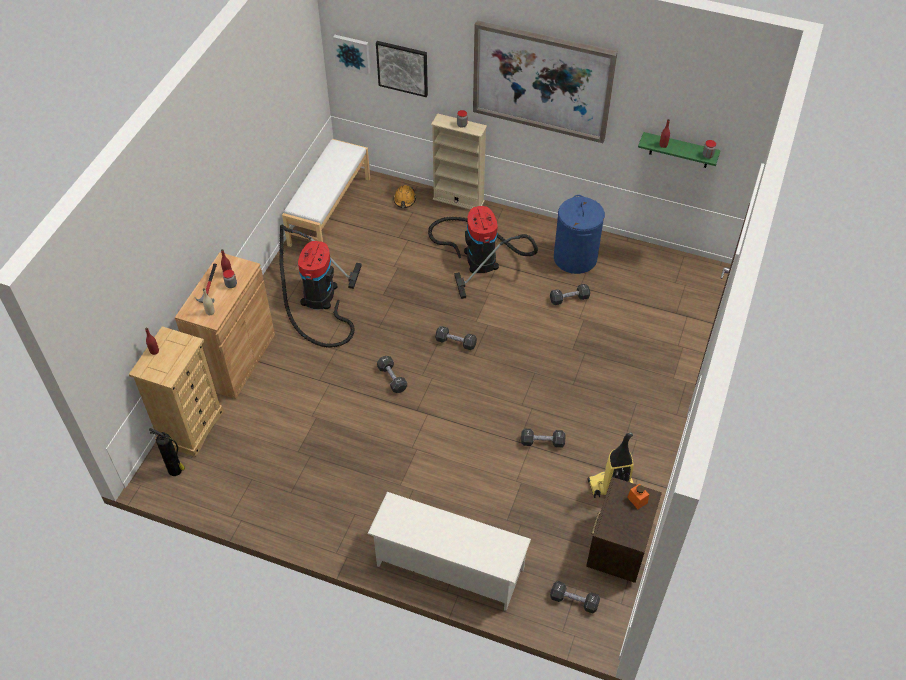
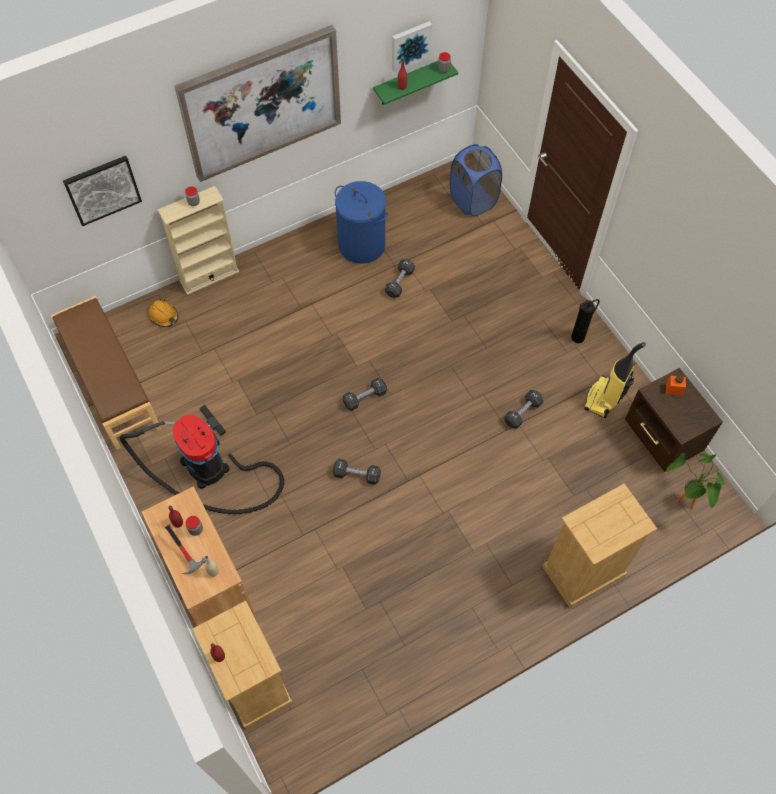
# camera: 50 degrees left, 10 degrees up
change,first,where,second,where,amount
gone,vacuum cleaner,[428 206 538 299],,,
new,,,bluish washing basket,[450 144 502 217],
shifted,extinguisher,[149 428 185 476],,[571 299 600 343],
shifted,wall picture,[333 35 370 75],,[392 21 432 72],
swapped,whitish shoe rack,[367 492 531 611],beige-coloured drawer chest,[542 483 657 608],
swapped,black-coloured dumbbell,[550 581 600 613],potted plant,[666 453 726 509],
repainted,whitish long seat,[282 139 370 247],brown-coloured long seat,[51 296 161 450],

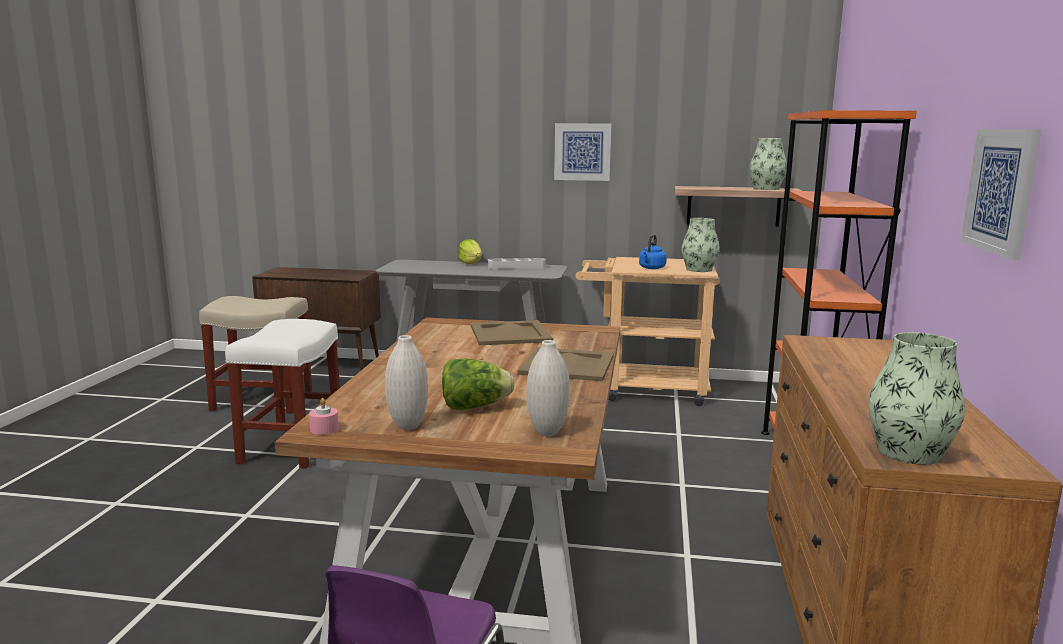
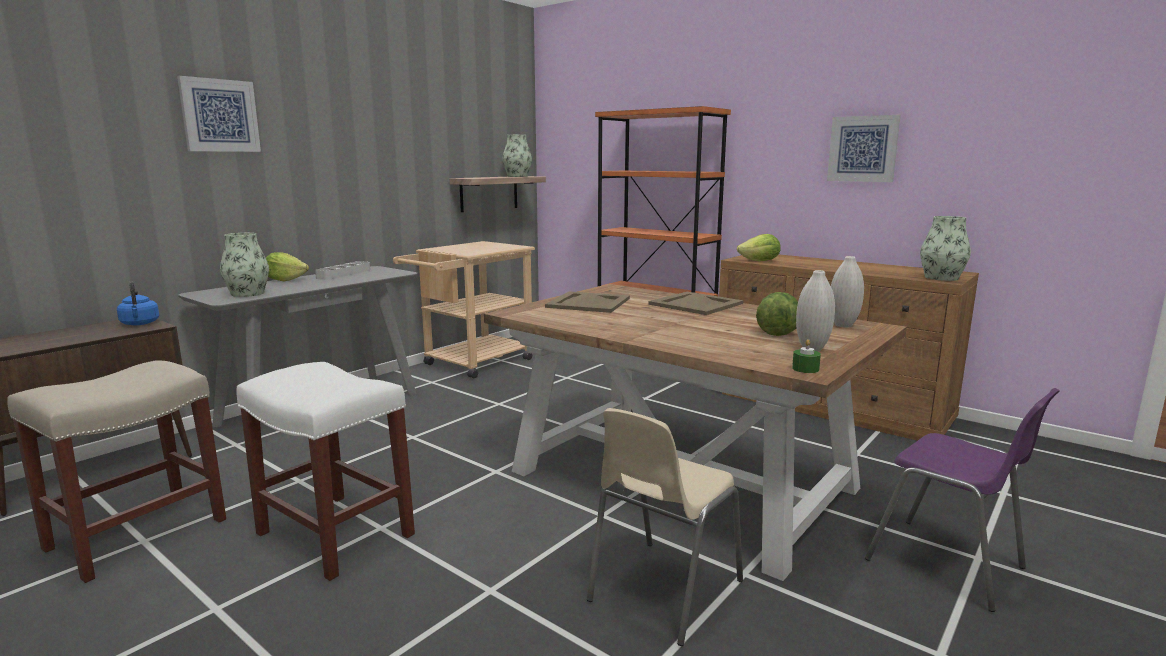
# camera: 60 degrees left, 0 degrees up
change,first,where,second,where,amount
new,,,beige-coloured plain chair,[587 408 743 646],
new,,,lettuce,[737 234 781 261],
shifted,wall picture,[554 123 611 181],,[177 76 261 152],
shifted,bluish kettle,[639 234 667 269],,[117 281 159 325],
shifted,vase,[682 218 720 272],,[220 233 269 297],
repainted,pink-coloured wax light,[309 398 339 435],green-coloured wax light,[792 339 821 373],

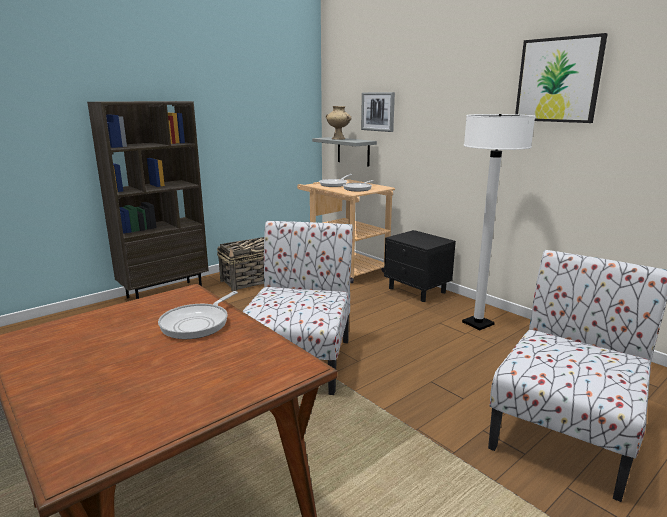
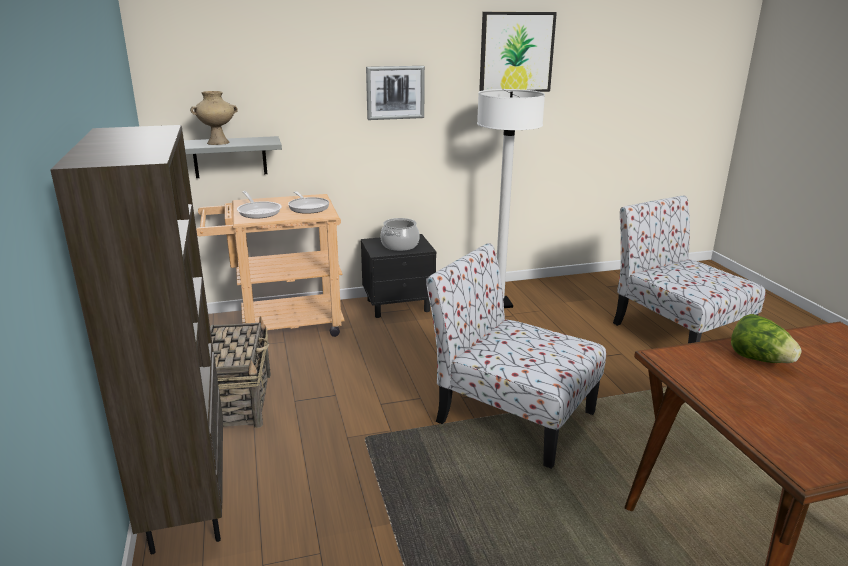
# camera: 65 degrees left, 5 degrees up
change,first,where,second,where,amount
new,,,stockpot,[381 218 419 251],
shifted,wall picture,[361 92 395 132],,[366 66 425 120],
swapped,pan,[158 291 238 339],lettuce,[731 314 802 363],

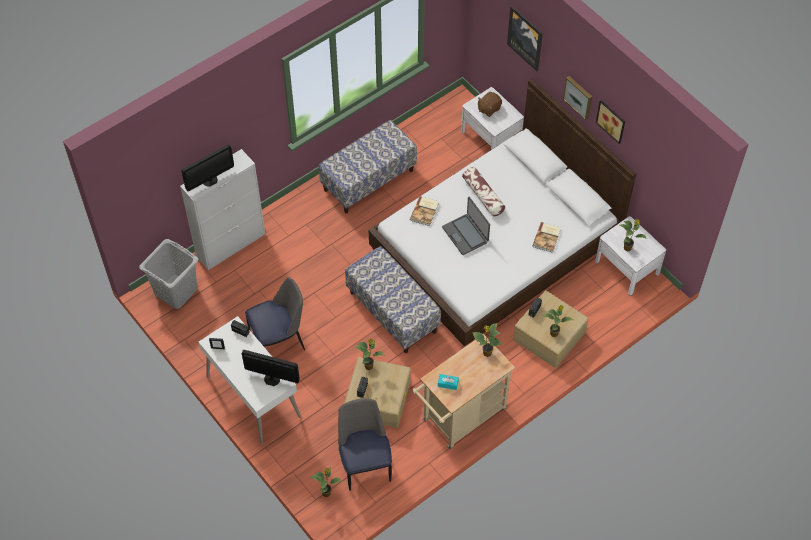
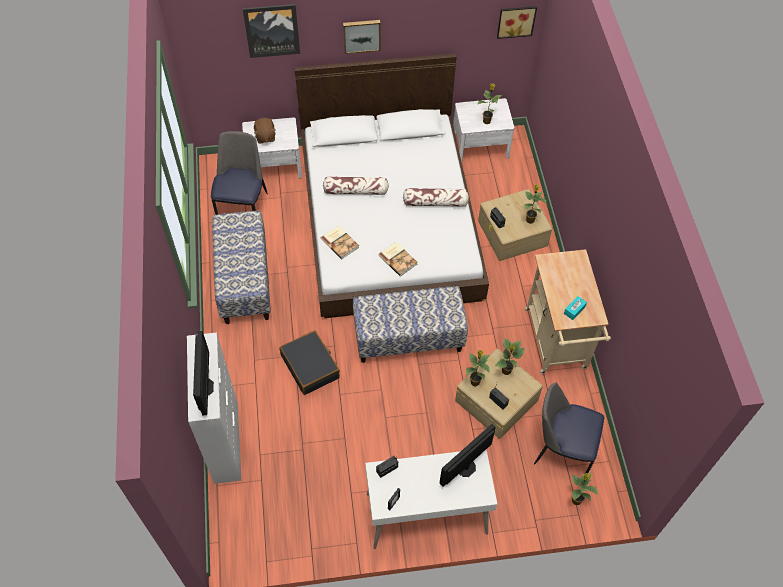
# camera: 60 degrees left, 0 degrees up
change,first,where,second,where,amount
gone,gray washing basket,[139 239 198 309],,,
gone,portable computer,[442 197 490 255],,,
new,,,black-coloured travel case,[279 330 340 395],
new,,,cushion,[403 188 469 207],
shifted,plain chair,[245 277 305 350],,[211 131 268 215],
shifted,potted plant,[472 323 502 357],,[495 338 525 375],
shifted,bound book,[532 222 561 253],,[378 242 418 276],
shifted,wall picture,[596 100 625 144],,[497 6 537 39],

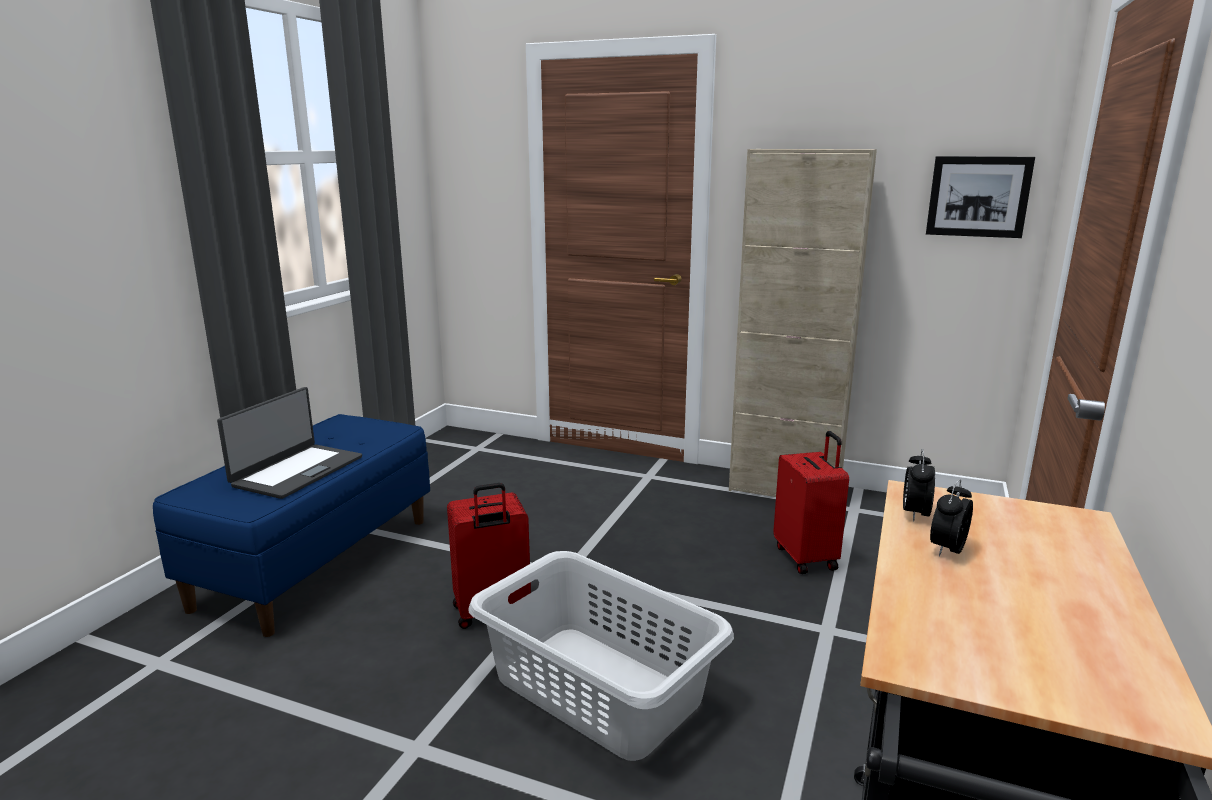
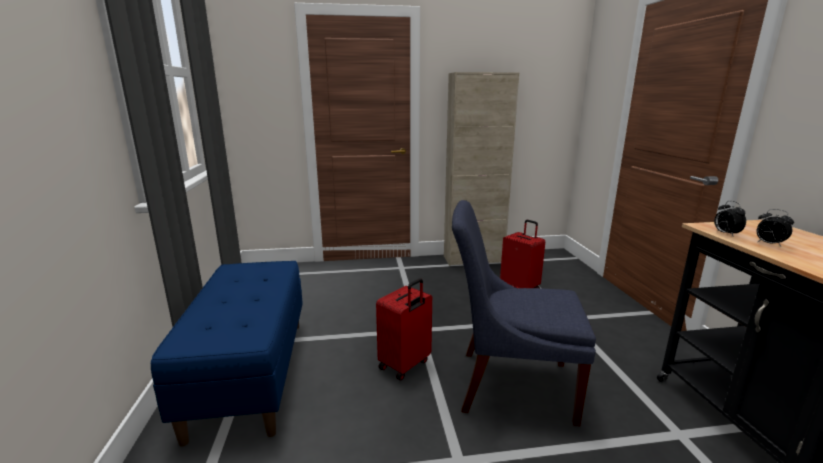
# camera: 30 degrees left, 0 degrees up
change,first,where,second,where,amount
gone,portable computer,[217 387 362 499],,,
gone,wall picture,[926 156 1035 238],,,
swapped,gray washing basket,[468 551 734 761],bluish plain chair,[452 200 596 426],
rotated,table clock,[930 479 973 557],,[757 209 794 247],45 degrees counterclockwise

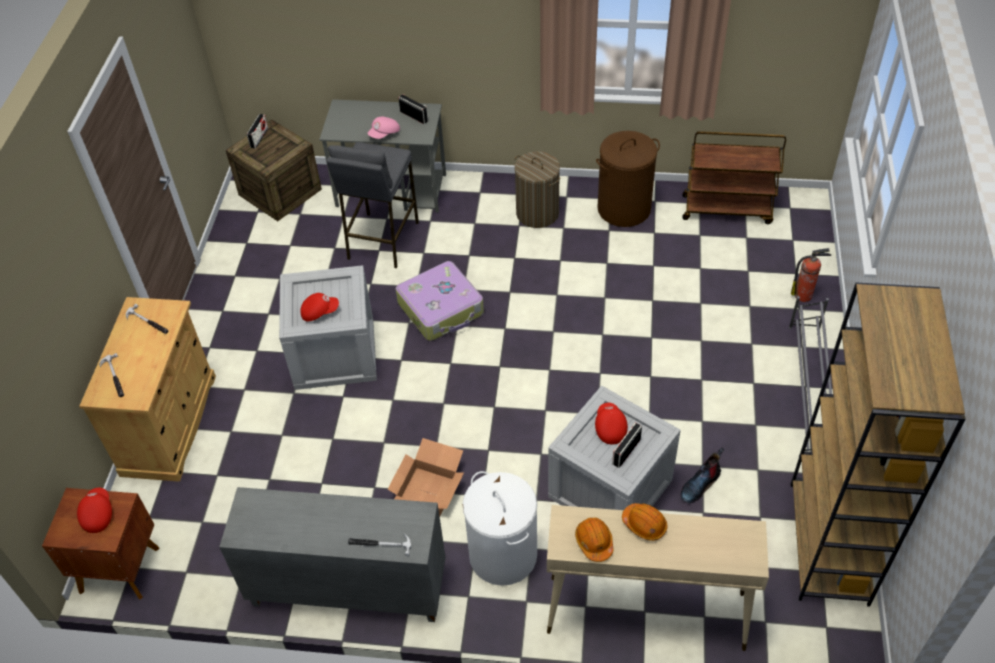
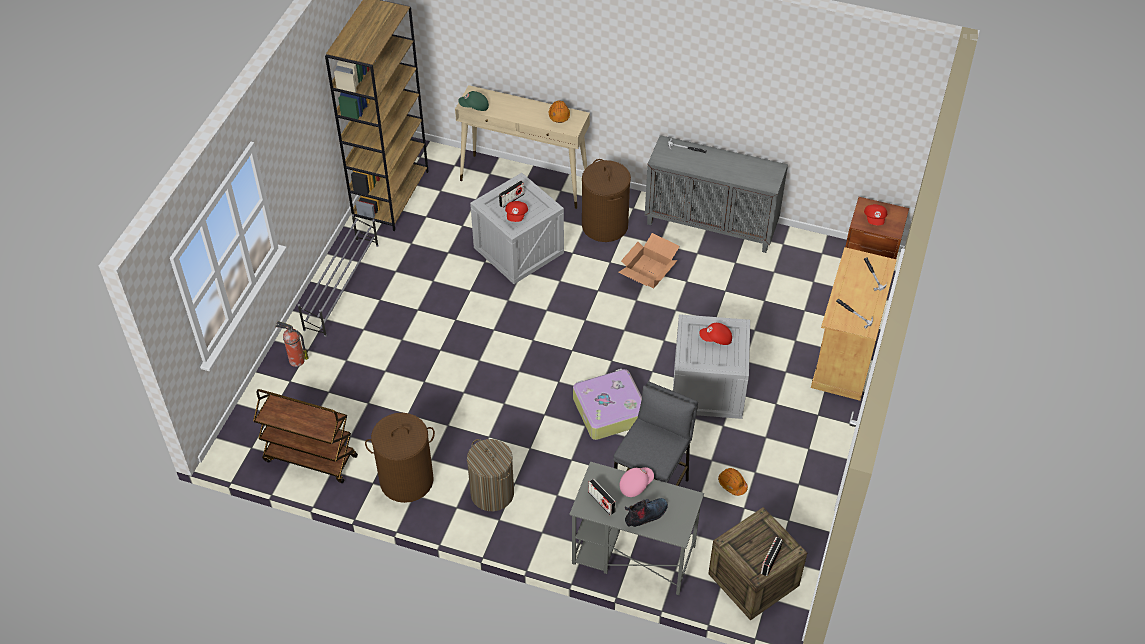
# camera: 170 degrees left, 0 degrees up
change,first,where,second,where,amount
new,,,green-coloured cap,[458 91 489 111],
shifted,orange-coloured work helmet,[622 503 667 541],,[718 468 748 496],
shifted,high-top boot,[681 447 724 503],,[625 498 668 527],
repainted,whitish washing basket,[462 471 537 586],brown-coloured washing basket,[582 159 631 242],

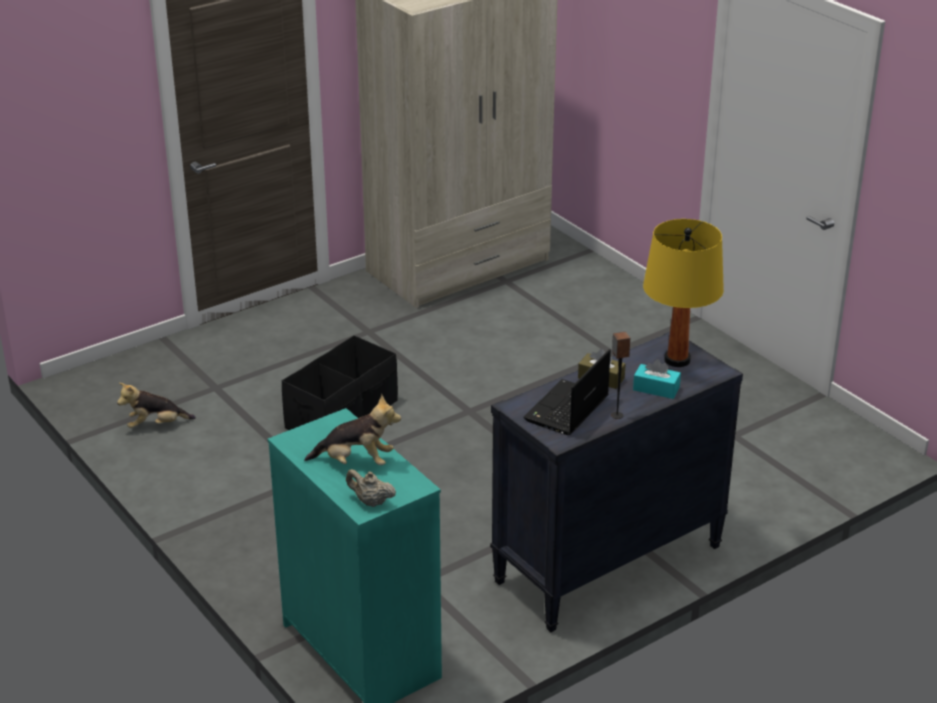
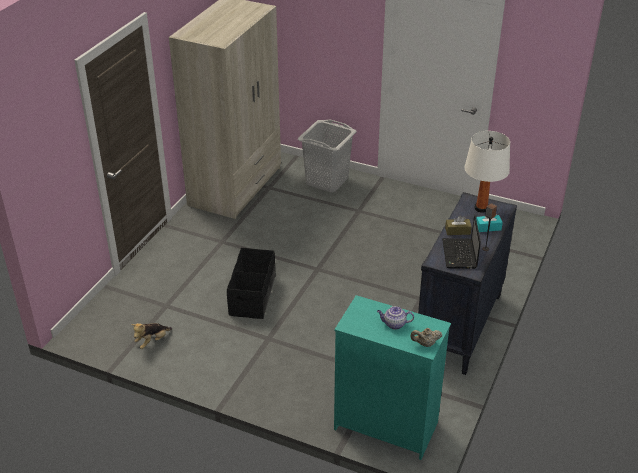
# camera: 30 degrees left, 5 degrees up
change,first,where,second,where,amount
new,,,gray washing basket,[298 120 356 193],
swapped,cuddly toy,[304 394 401 465],teapot,[377 306 414 330],
repainted,yellowish tabletop lamp,[643 219 724 367],whitish tabletop lamp,[464 131 510 213],

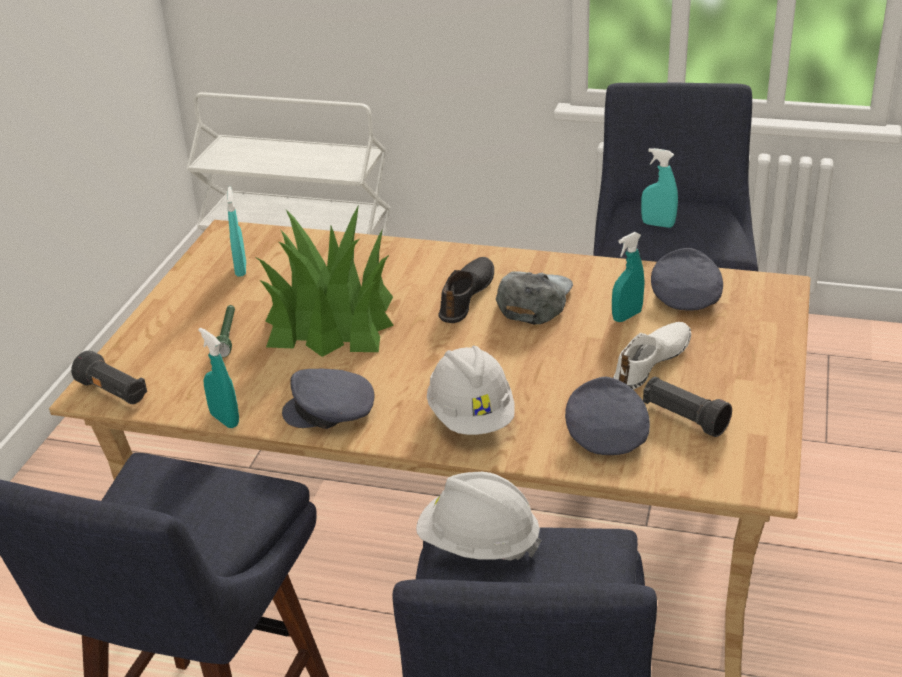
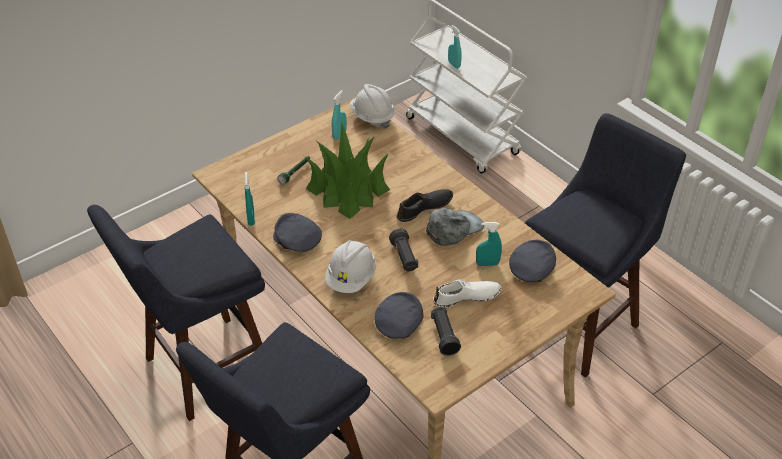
# camera: 35 degrees right, 10 degrees up
change,first,where,second,where,amount
shifted,black-coloured torch,[71 350 147 404],,[389 228 418 271],
shifted,whitish work helmet,[416 472 541 560],,[349 84 394 129],
shifted,turquoise-coloured hand sprayer,[641 148 678 228],,[448 25 462 69],

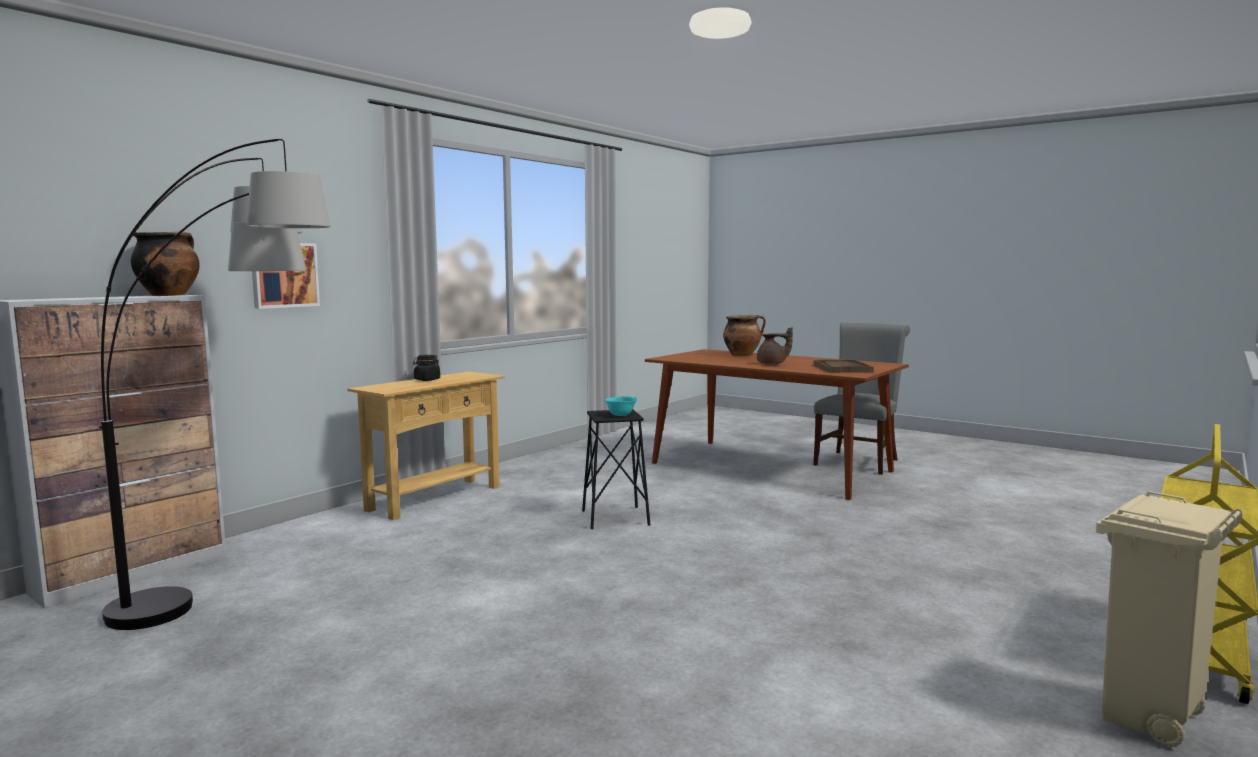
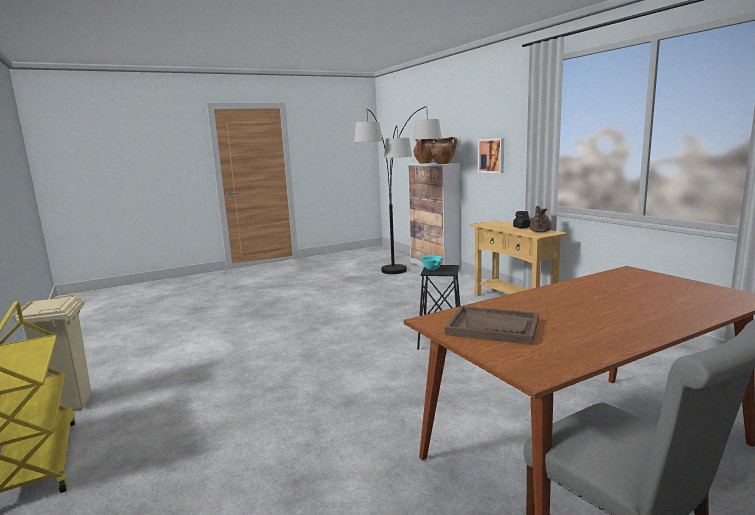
# camera: 115 degrees right, 5 degrees up
change,first,where,second,where,amount
shifted,stockpot,[723 315 766 356],,[414 139 434 163],
shifted,brown-coloured teapot,[757 327 793 364],,[530 206 552 232],

